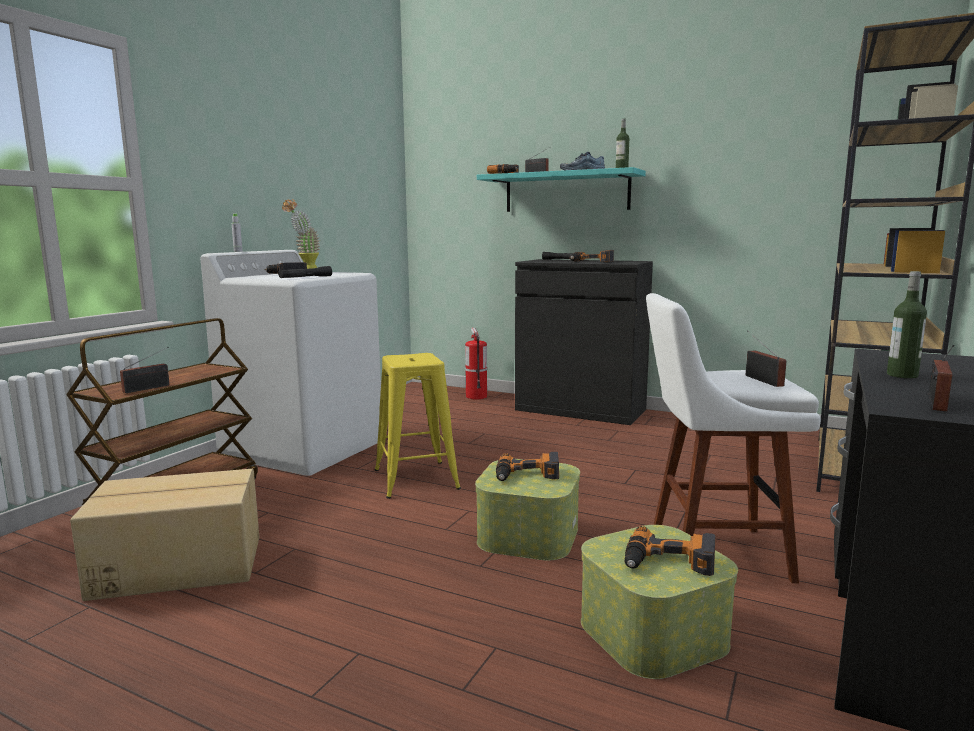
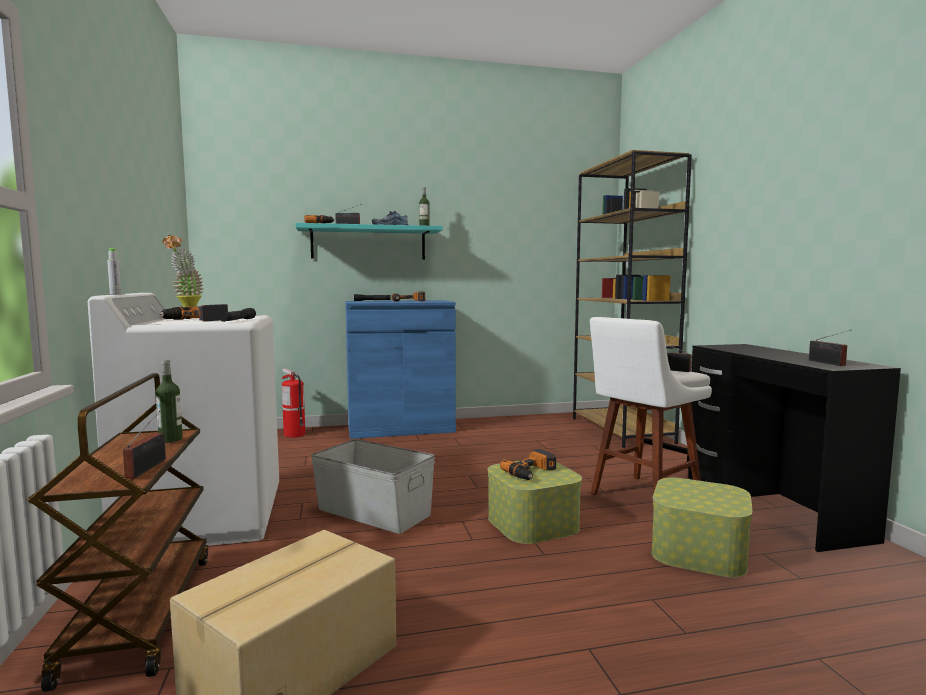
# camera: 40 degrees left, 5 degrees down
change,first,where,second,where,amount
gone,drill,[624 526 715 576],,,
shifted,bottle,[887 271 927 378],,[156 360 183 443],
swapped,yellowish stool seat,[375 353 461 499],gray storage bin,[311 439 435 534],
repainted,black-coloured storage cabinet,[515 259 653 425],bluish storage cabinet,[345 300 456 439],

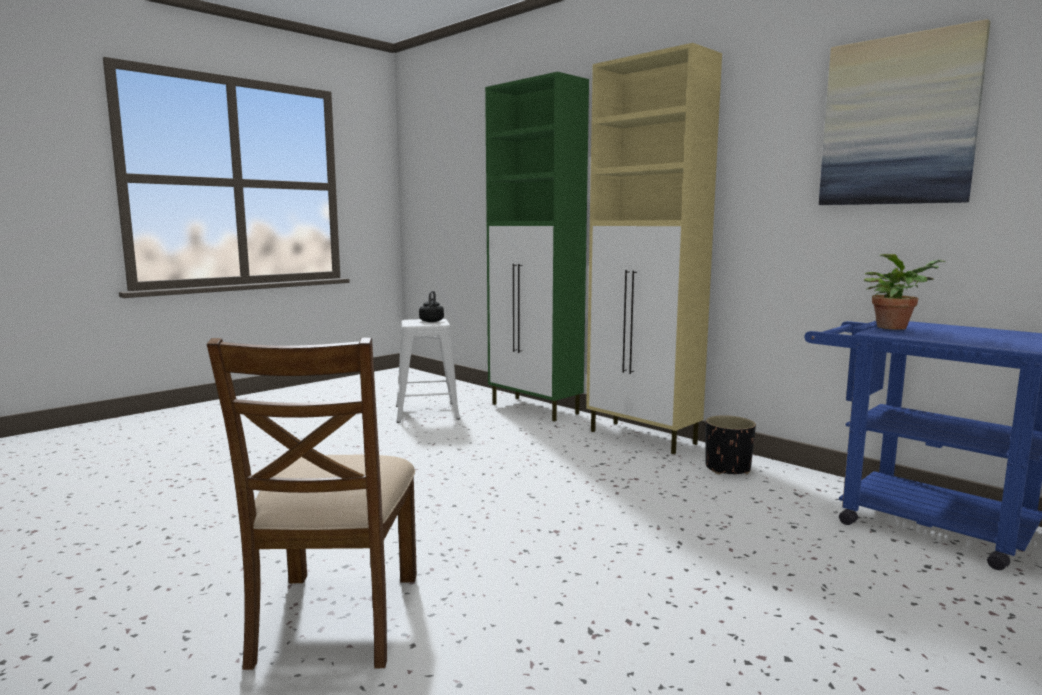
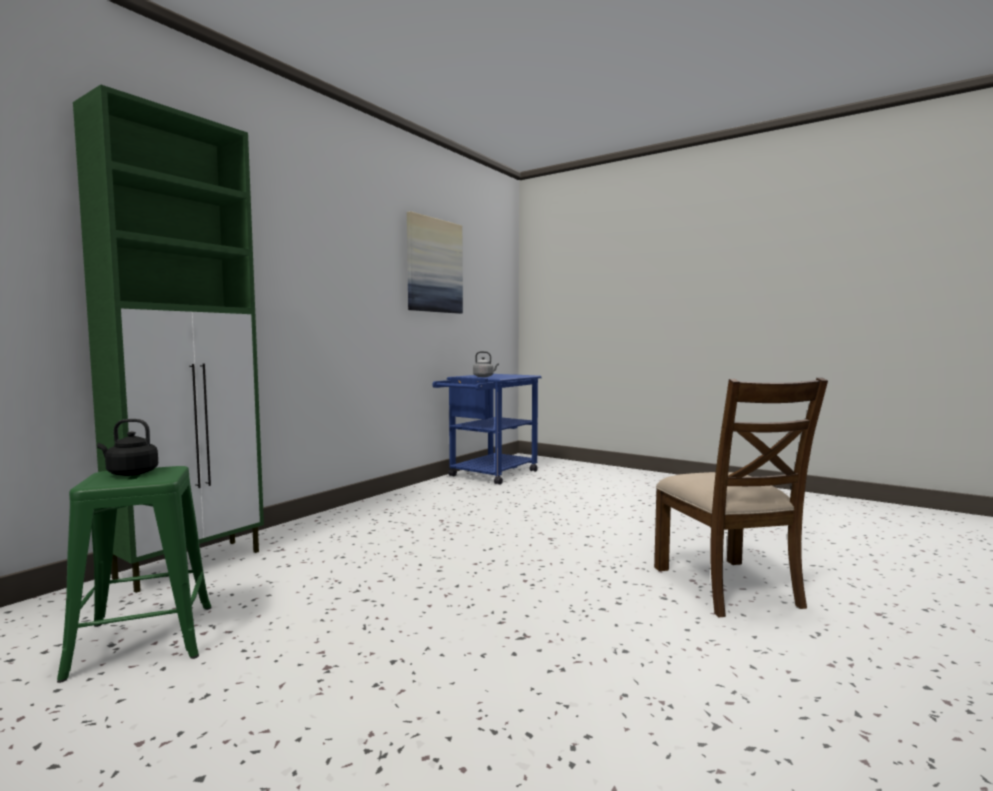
# camera: 100 degrees left, 5 degrees down
change,first,where,second,where,amount
gone,beige-coloured storage cabinet,[586 43 722 454],,,
gone,black-coloured planter,[705 415 756 475],,,
swapped,potted plant,[863 254 945 330],gray kettle,[473 351 499 377],
repainted,whitish stool seat,[396 319 460 423],green-coloured stool seat,[57 466 212 683],
rotated,brown-coloured plain chair,[207 338 417 670],,[654 378 828 617],90 degrees clockwise

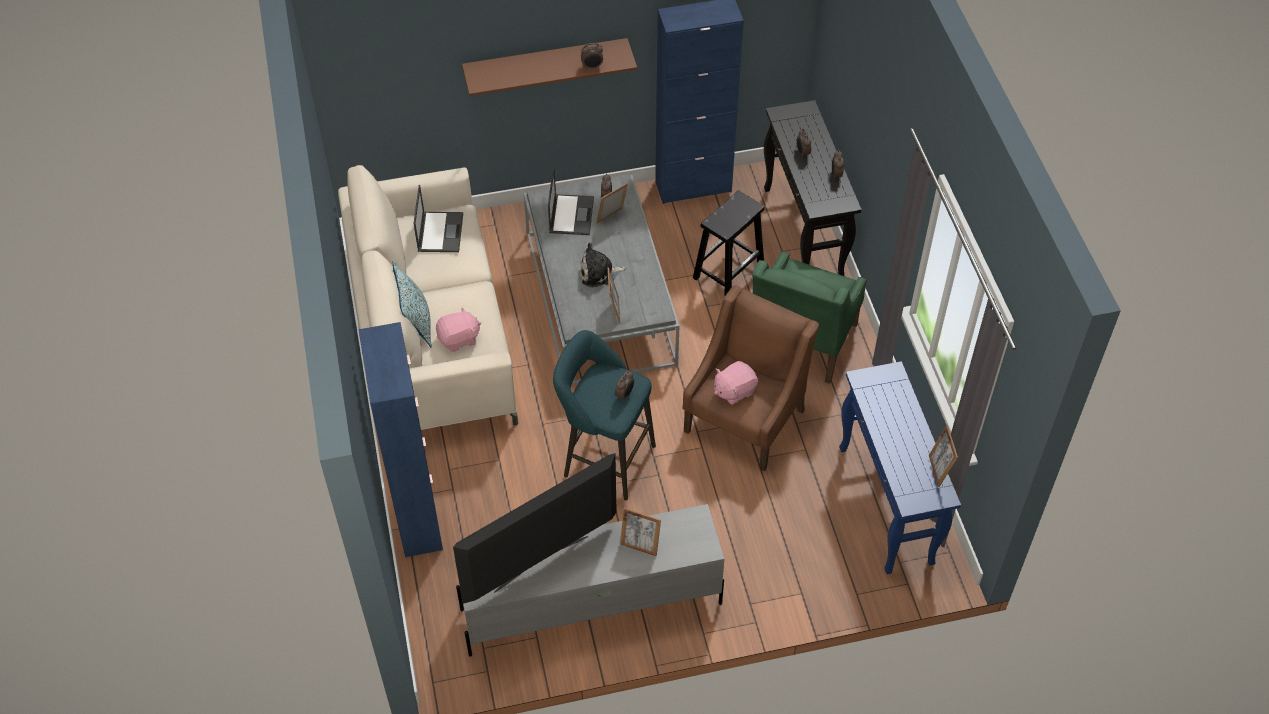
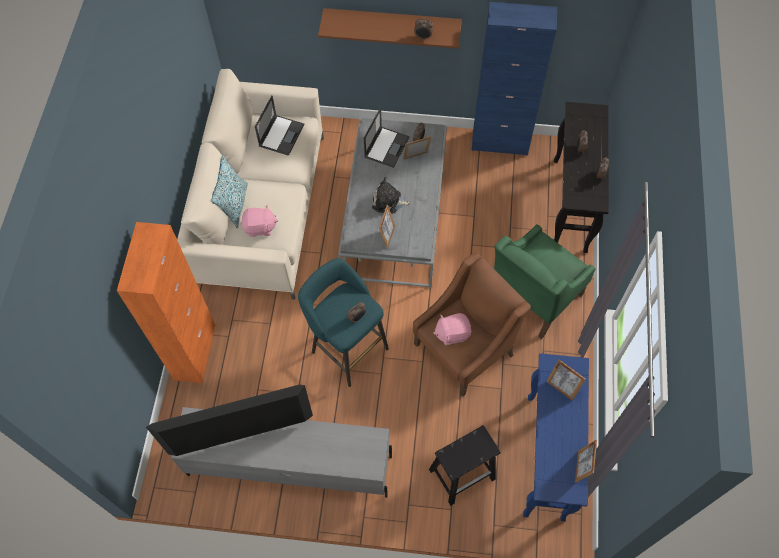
# camera: 20 degrees right, 10 degrees up
change,first,where,second,where,amount
shifted,picture frame,[620 508 661 556],,[547 360 586 401],
shifted,black-coloured stool seat,[693 190 765 295],,[429 425 501 506],
repainted,bluish storage cabinet,[358 322 443 557],orange-coloured storage cabinet,[117 222 215 383],

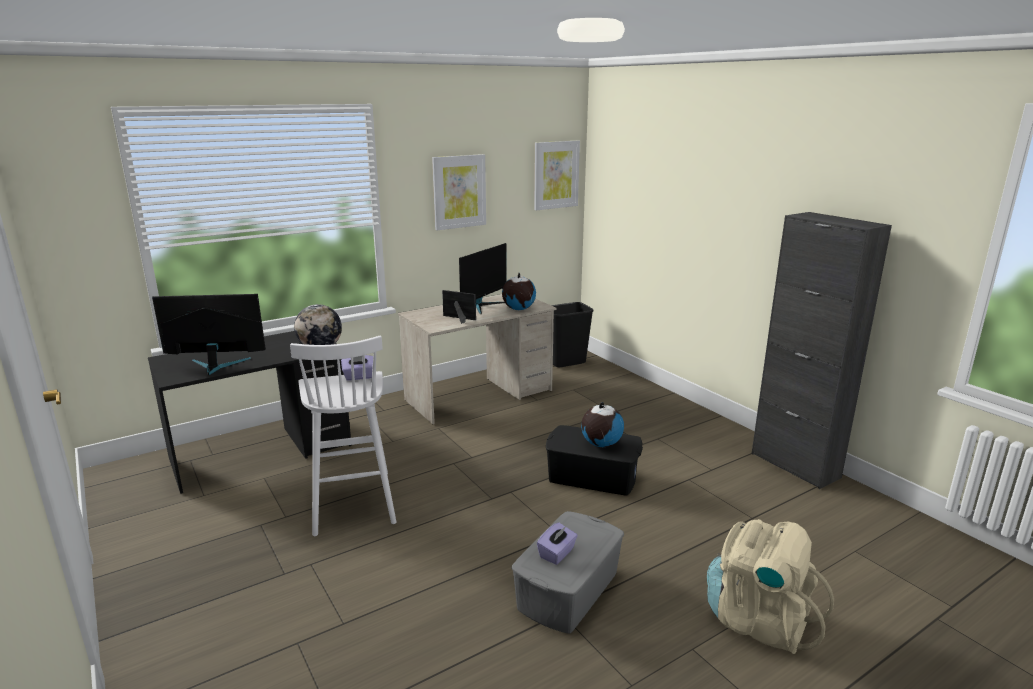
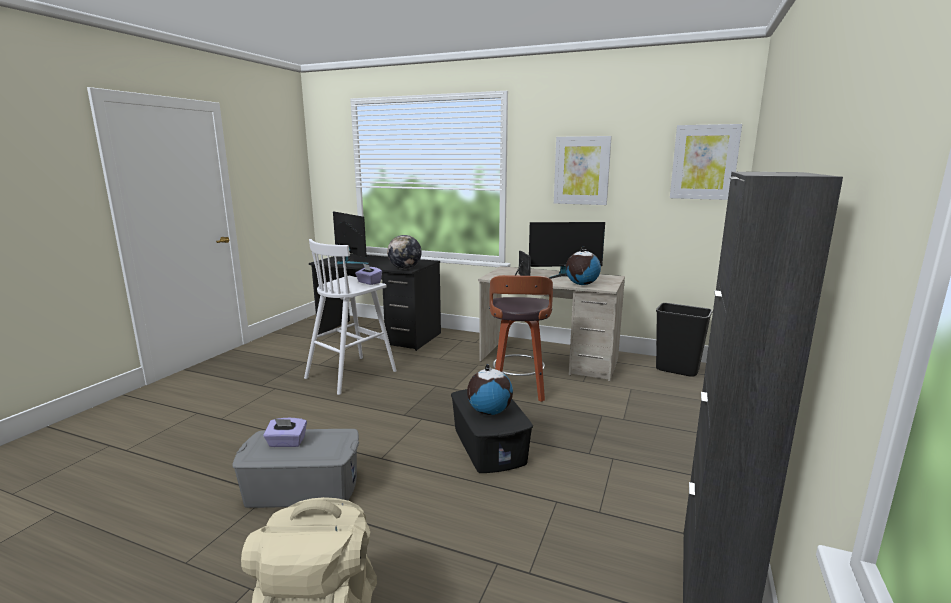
# camera: 55 degrees right, 5 degrees down
change,first,where,second,where,amount
new,,,stool seat,[489 275 553 402],

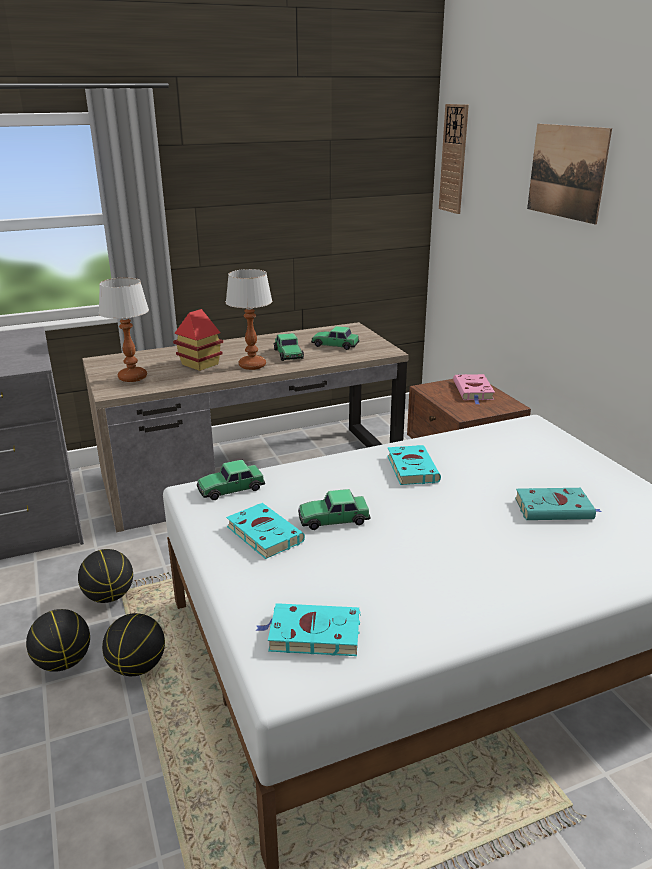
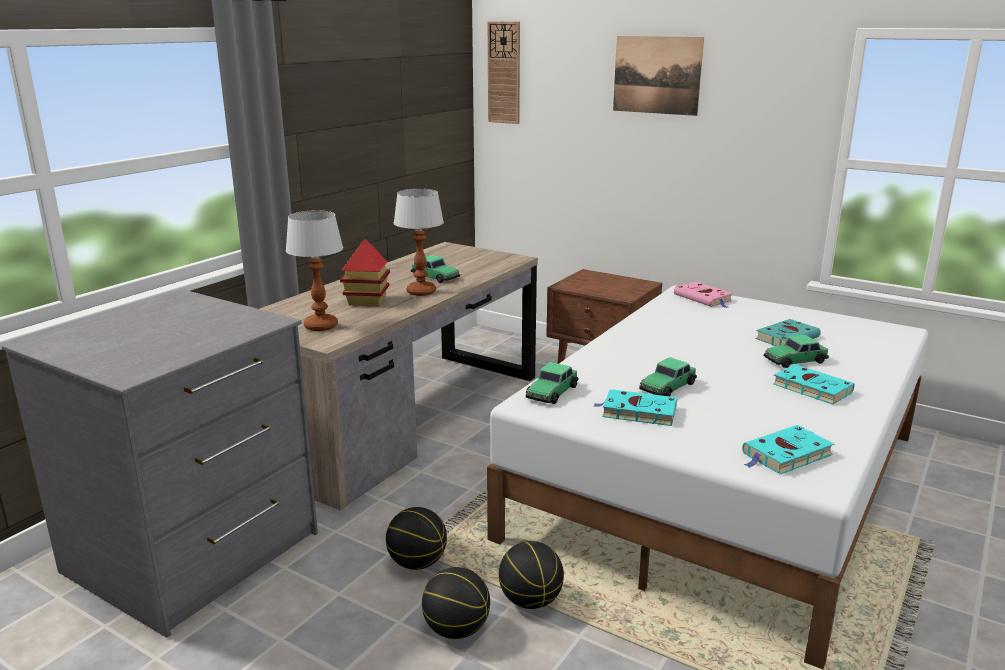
# camera: 35 degrees left, 5 degrees down
change,first,where,second,where,amount
shifted,toy car,[311 326 359 350],,[764 335 829 368],
shifted,turquoise-coloured bound book,[387 445 441 485],,[773 364 855 405],
shifted,pink-coloured bound book,[453 374 495 404],,[674 282 733 308],

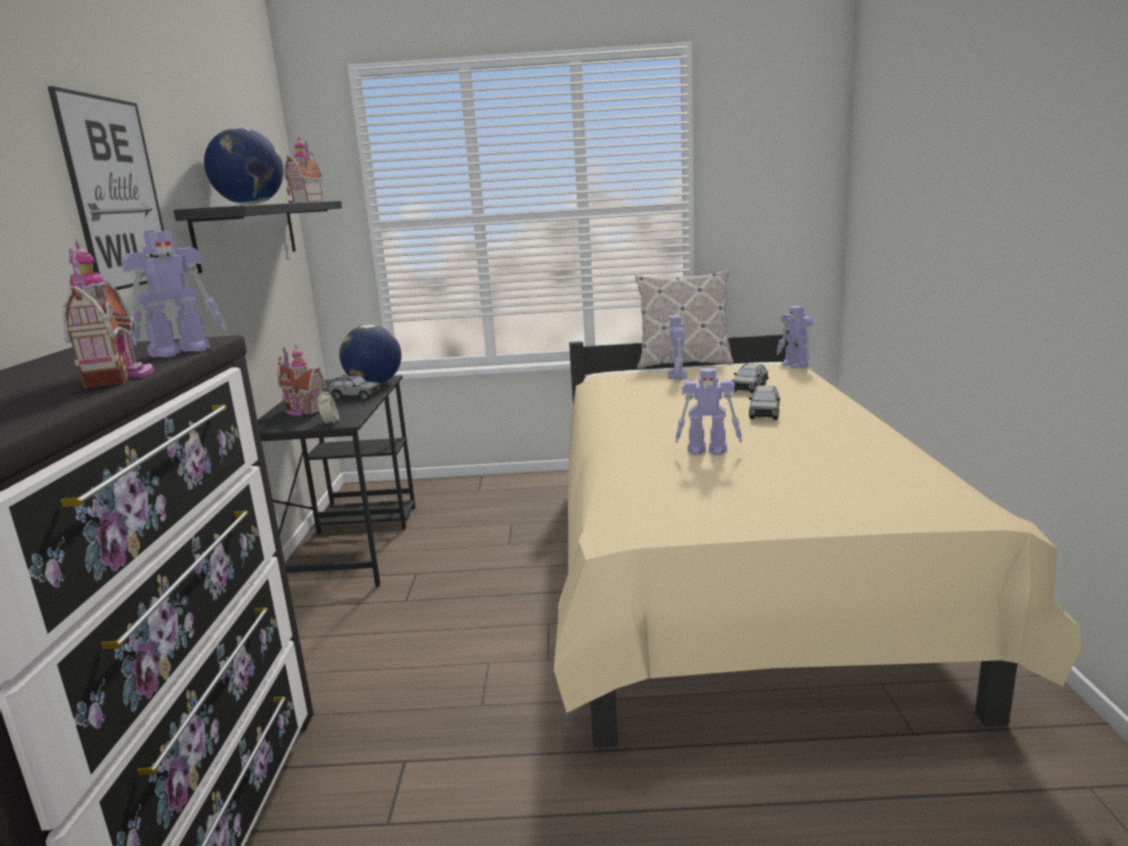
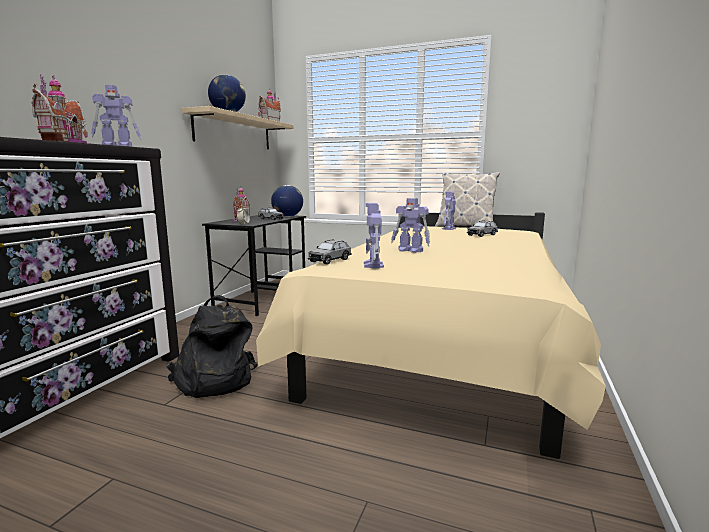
# camera: 20 degrees right, 5 degrees down
change,first,where,second,where,amount
gone,wall picture,[47 86 169 290],,,
new,,,black-coloured rucksack,[166 295 258 398],
shifted,gray toy car,[749 385 780 420],,[308 239 352 265],
shifted,toy robot,[777 306 813 369],,[364 203 384 268],
repainted,black-coloured bracket shelf,[174 201 342 273],beige-coloured bracket shelf,[182 106 294 149],

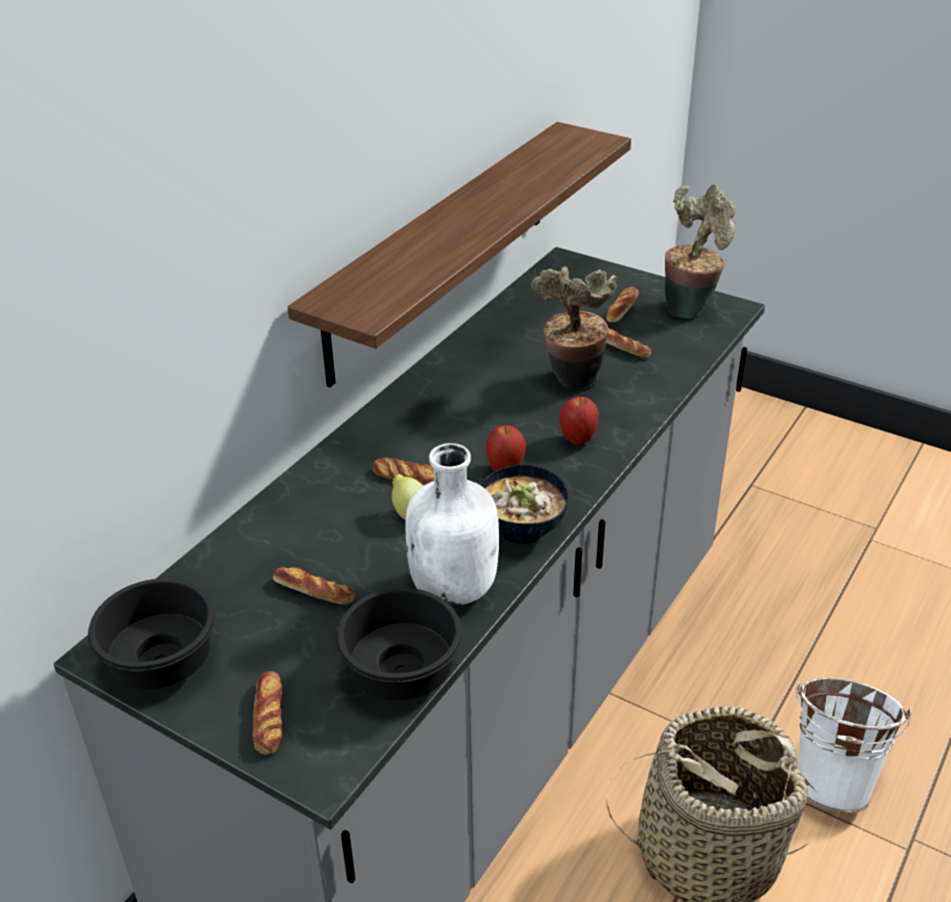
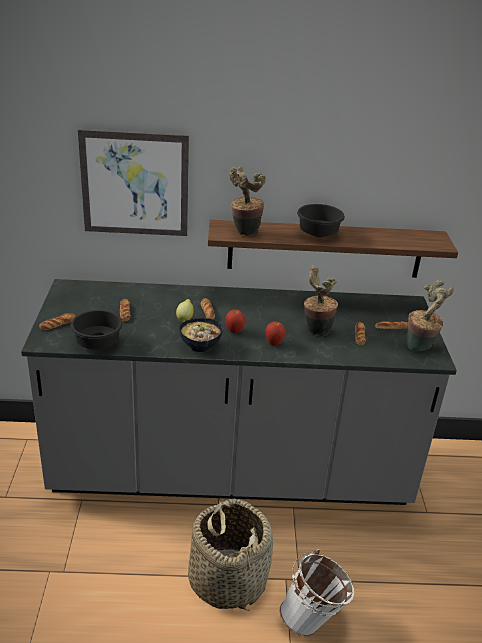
# camera: 55 degrees right, 5 degrees down
change,first,where,second,where,amount
gone,whitish bottle,[405 443 499 606],,,
new,,,wall picture,[78 129 189 236],
new,,,potted plant,[229 167 266 236],
shifted,black-coloured deep dish,[88 578 216 689],,[297 204 345 237],

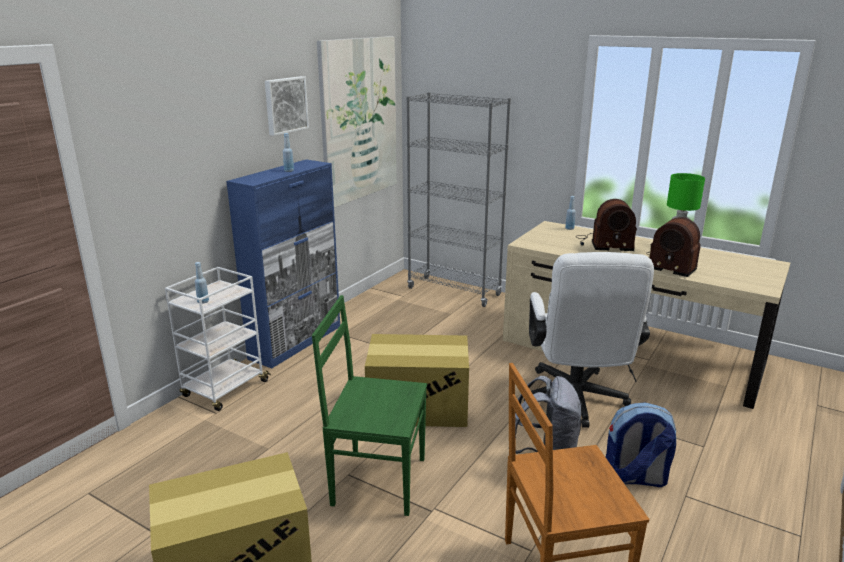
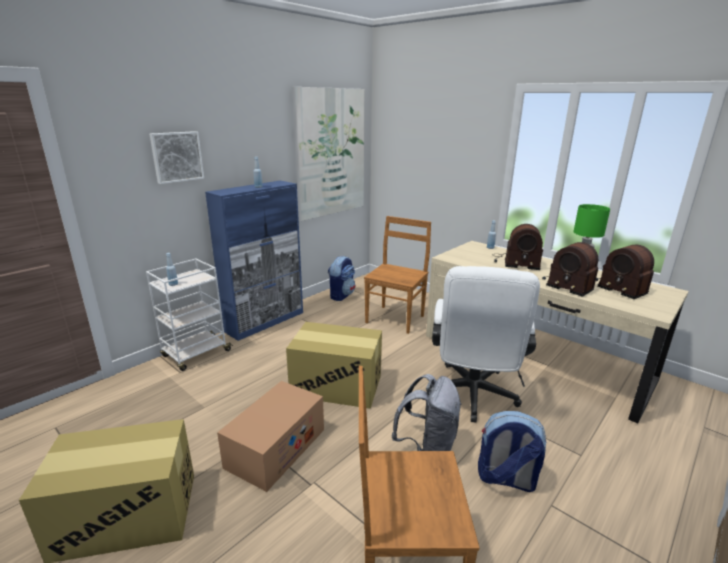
# camera: 10 degrees right, 0 degrees up
change,first,where,second,where,amount
gone,gray shelving unit,[406 92 511 307],,,
new,,,rucksack,[328 256 355 301],
new,,,brown-coloured plain chair,[364 216 431 334],
new,,,radio receiver,[596 245 654 299],
shifted,wall picture,[265 76 309 136],,[149 131 204 184],
swapped,green-coloured plain chair,[312 295 427 516],carton,[217 381 324 492],

